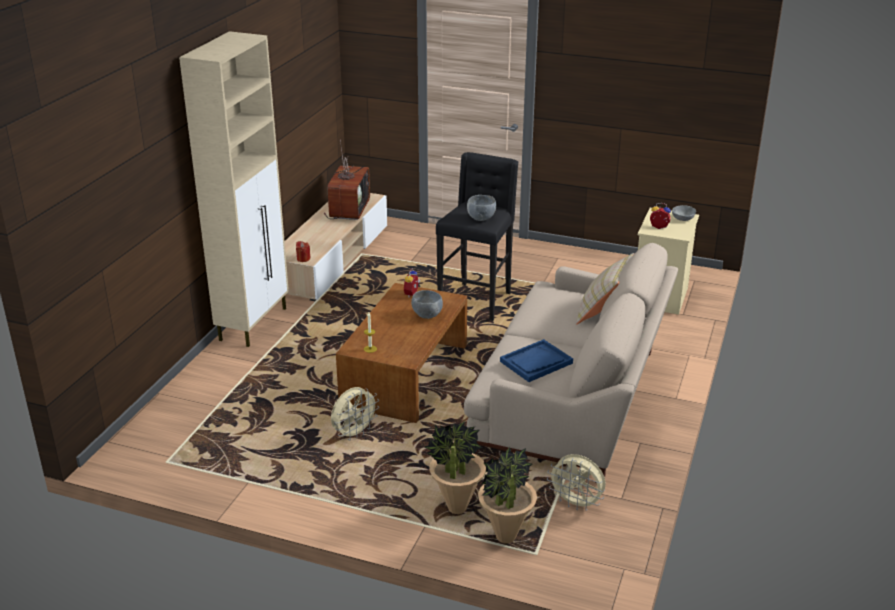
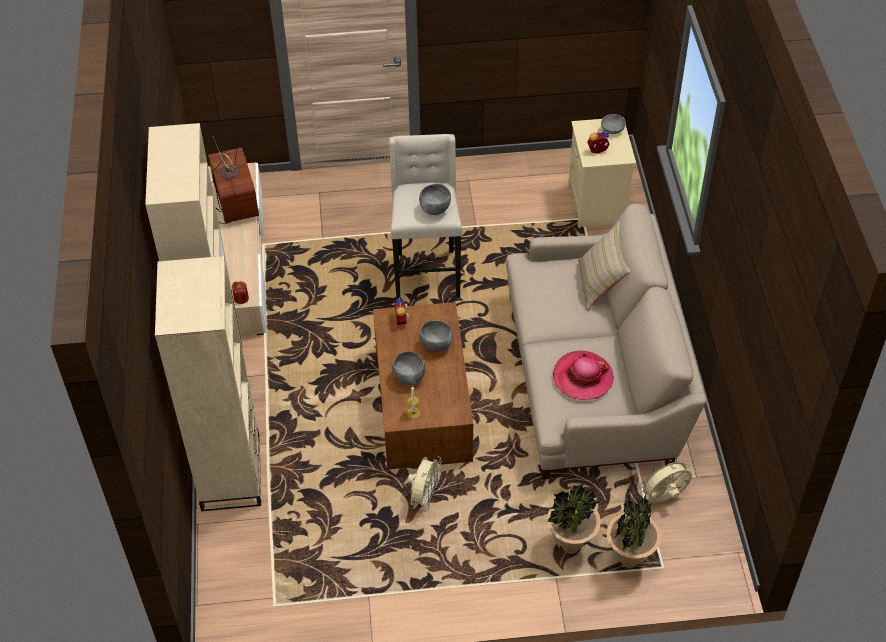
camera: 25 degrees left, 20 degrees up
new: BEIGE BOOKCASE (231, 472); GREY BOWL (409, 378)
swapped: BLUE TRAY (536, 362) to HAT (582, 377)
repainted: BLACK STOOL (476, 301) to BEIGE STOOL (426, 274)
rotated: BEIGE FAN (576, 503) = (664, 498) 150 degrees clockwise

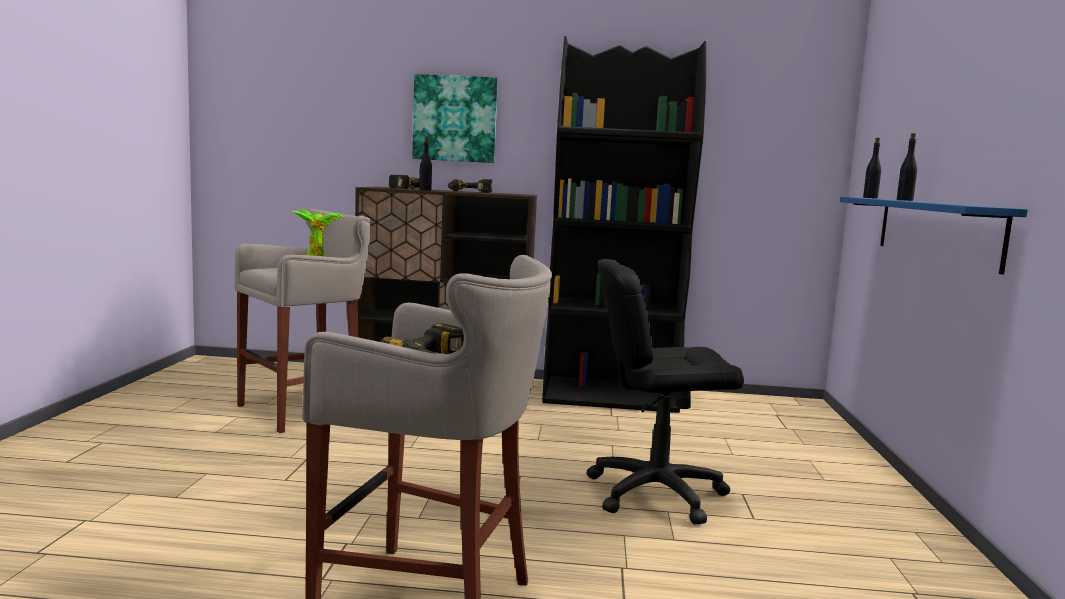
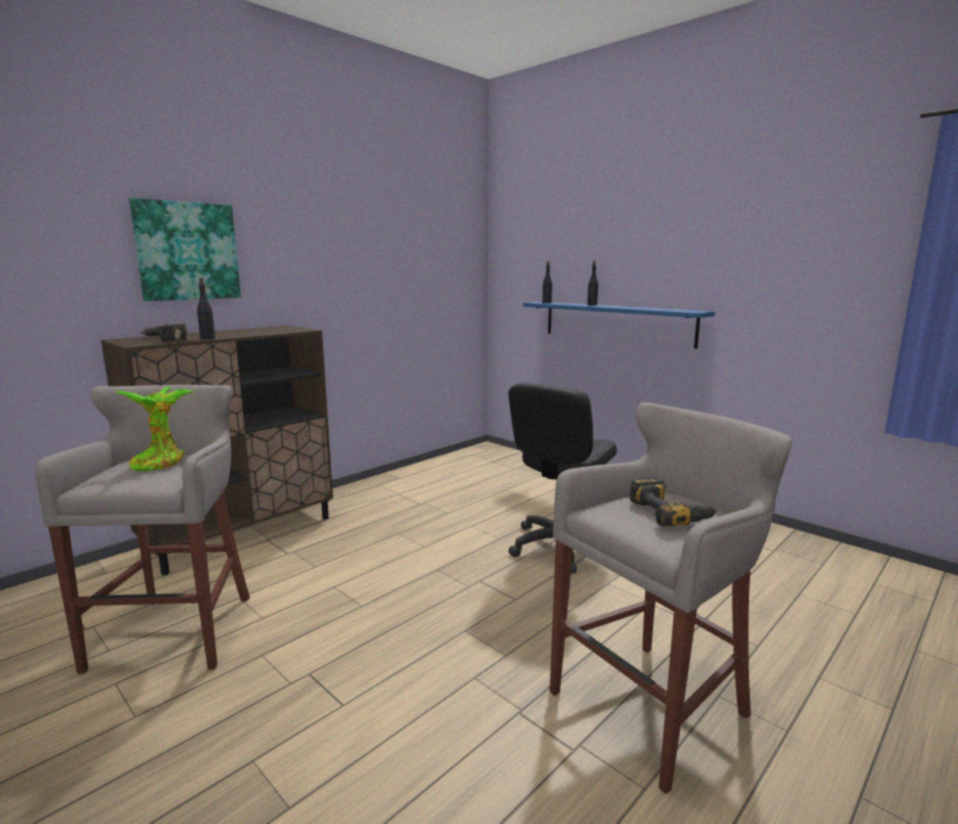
camera: 50 degrees left, 5 degrees up
gone: POWER DRILL (468, 191); BLACK BOOKCASE (611, 396)

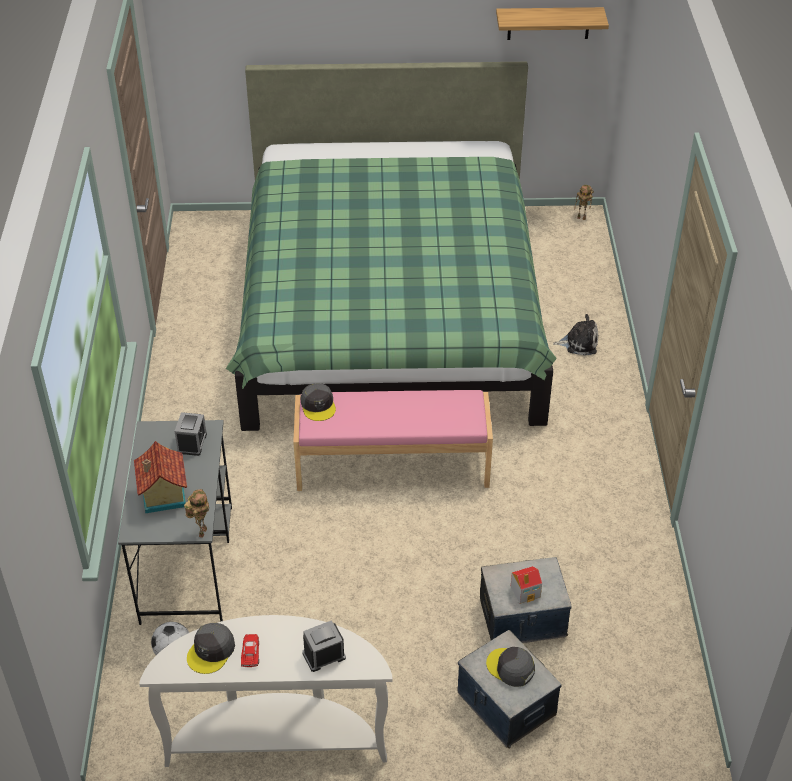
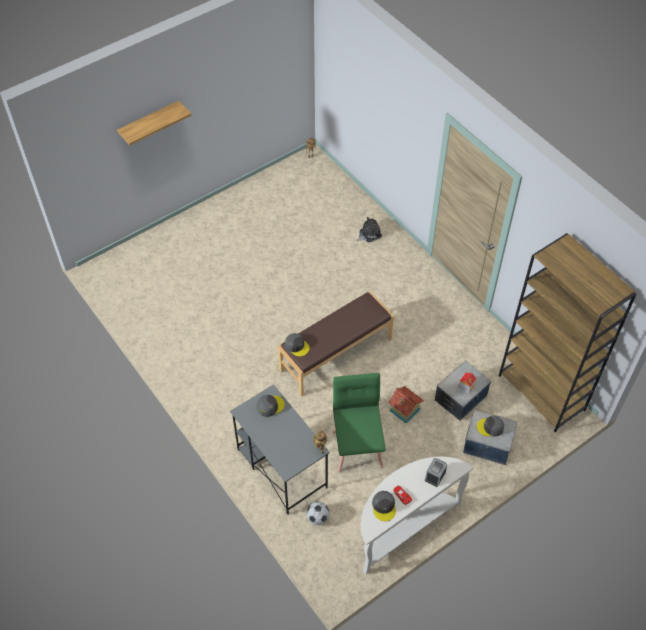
camera: 35 degrees left, 10 degrees up
gone: GREEN BED (389, 312)
new: GREEN CHAIR (357, 448); BROWN BOOKCASE (542, 393)
shifted: SHELF (548, 23) to (149, 123); TOY HOUSE (162, 495) to (404, 410)
swapped: ALARM CLOCK (192, 443) to GREY CAP (270, 406)
repainted: PINK BENCH (392, 464) to BROWN BENCH (335, 354)

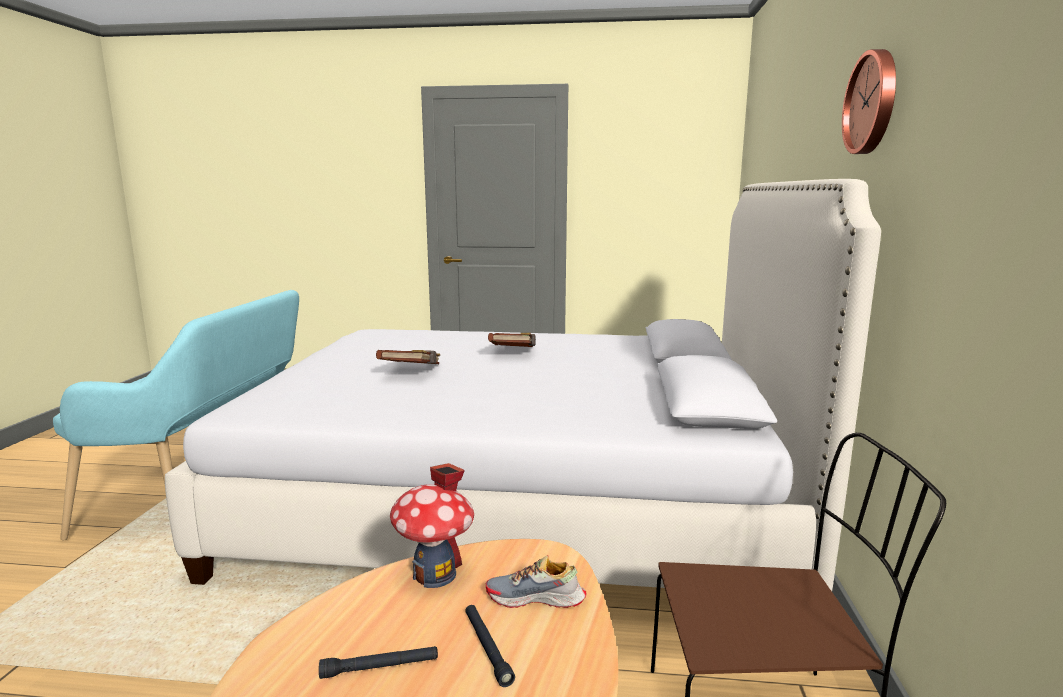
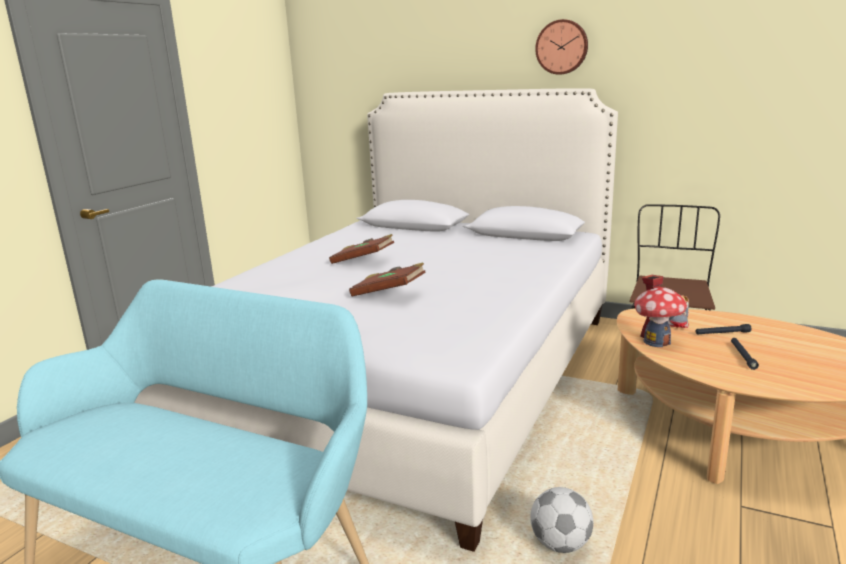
camera: 70 degrees left, 5 degrees up
new: FOOTBALL (560, 544)

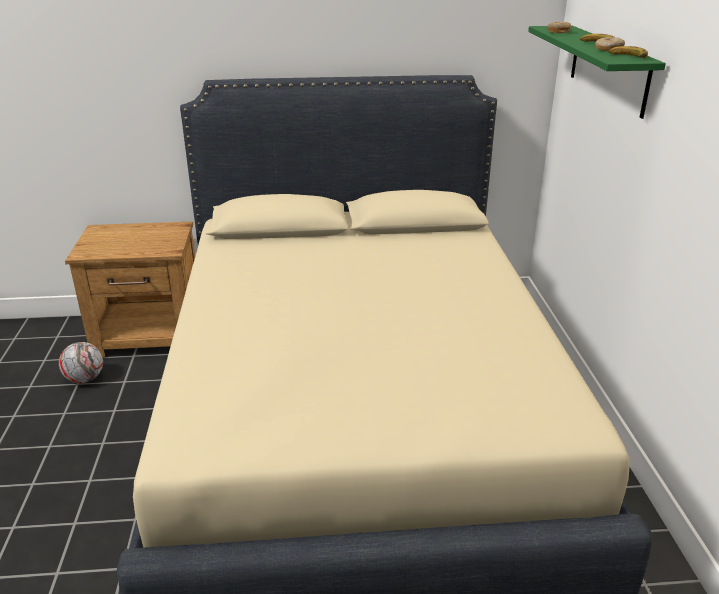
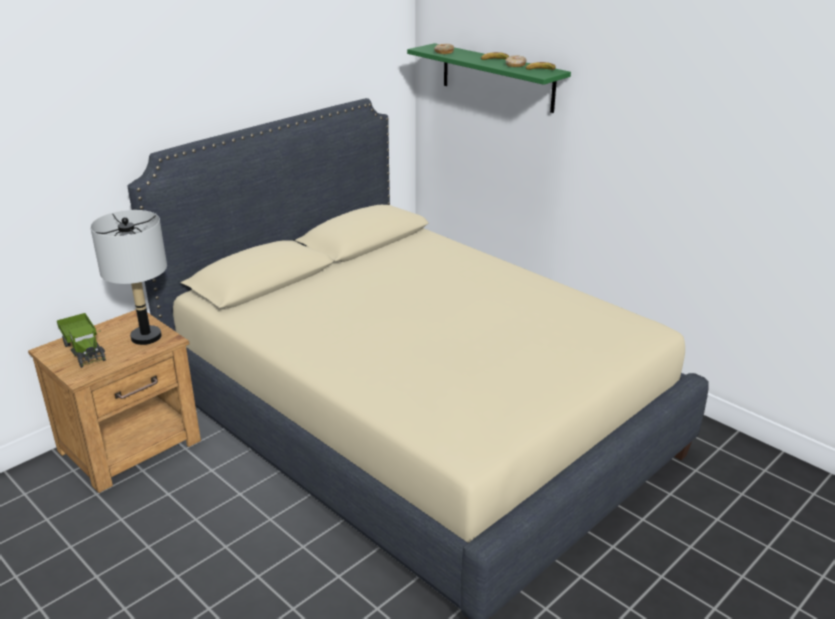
camera: 40 degrees left, 0 degrees up
gone: FOOTBALL (85, 379)
new: TOY TRUCK (84, 349); GREY TABLE LAMP (146, 337)

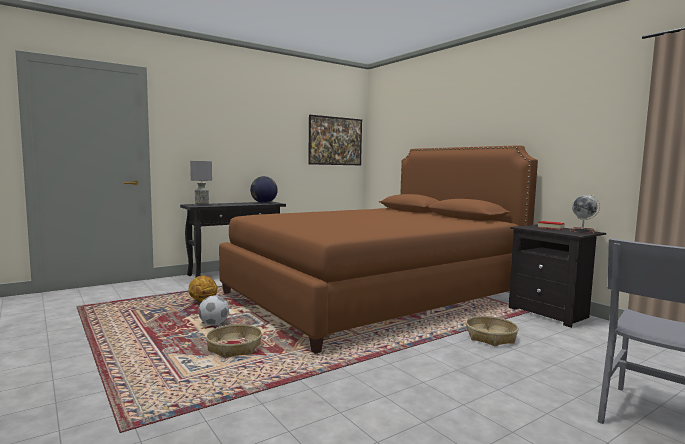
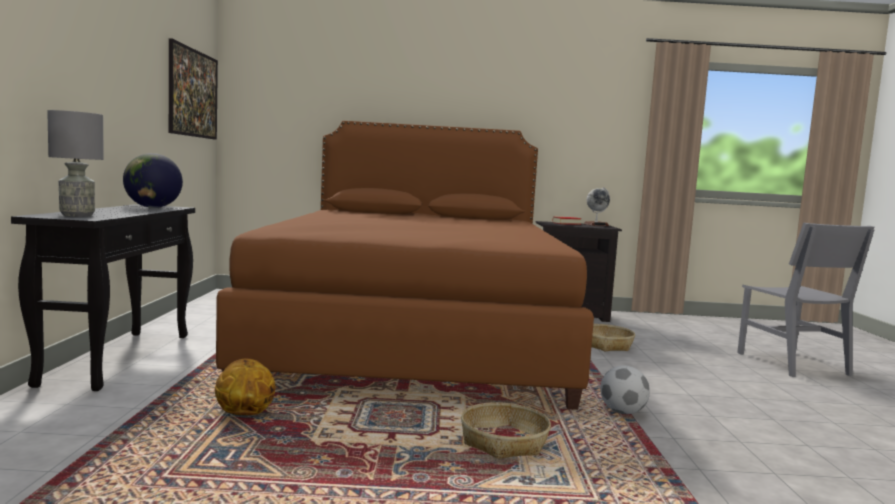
camera: 55 degrees left, 0 degrees up
shifted: FOOTBALL (214, 324) to (622, 412)

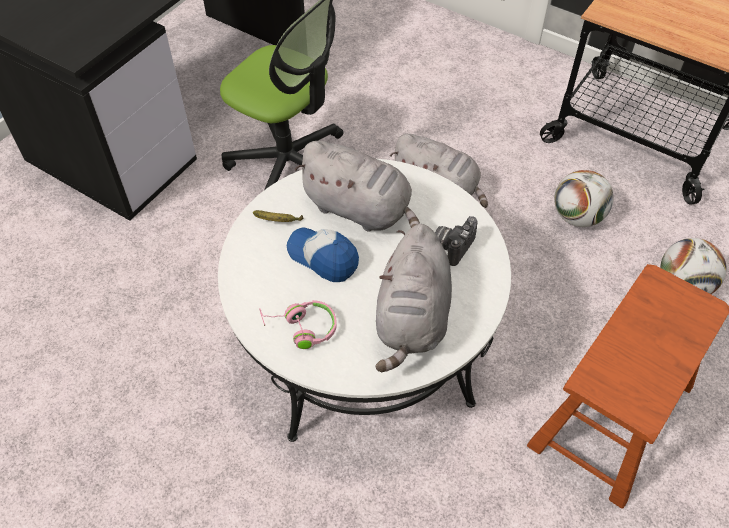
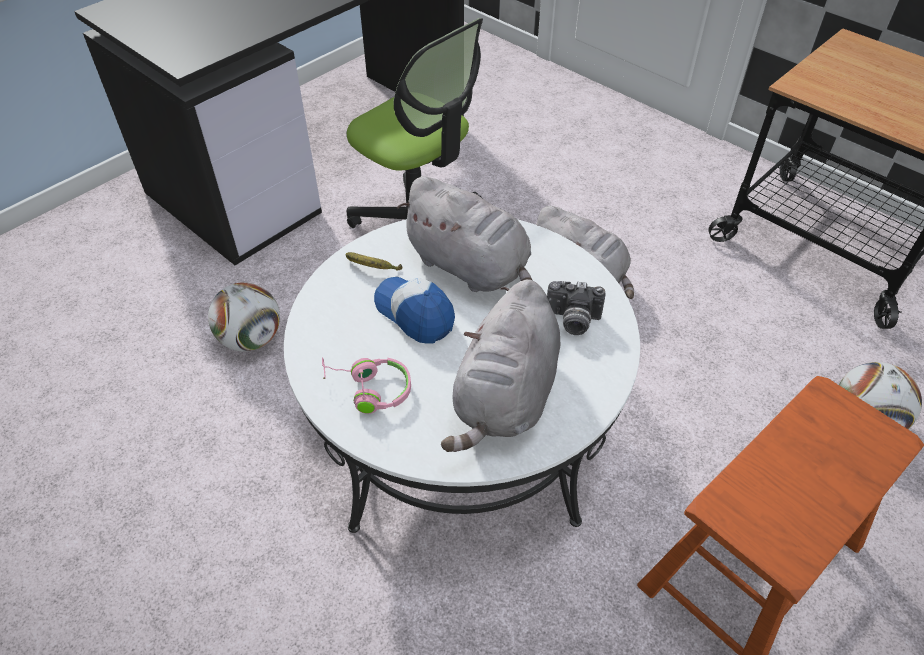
camera: 10 degrees right, 5 degrees down
shifted: FOOTBALL (577, 216) to (251, 339)
rotated: PHOTO CAMERA (452, 246) = (572, 321) 120 degrees counterclockwise

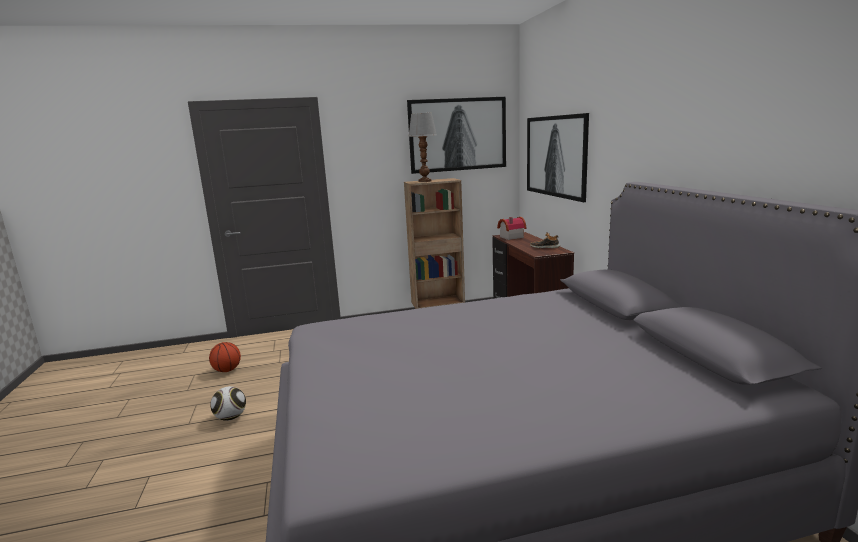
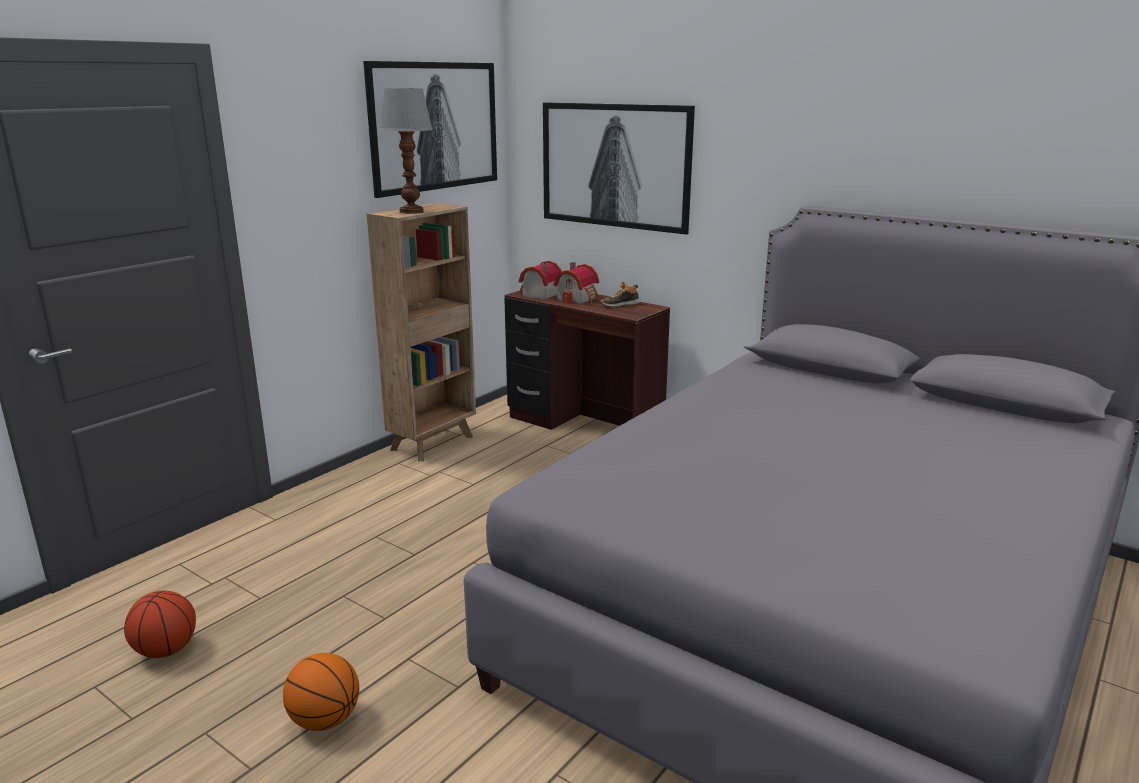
camera: 40 degrees left, 5 degrees up
new: TOY HOUSE (579, 299)
swapped: FOOTBALL (231, 417) to BASKETBALL (325, 720)

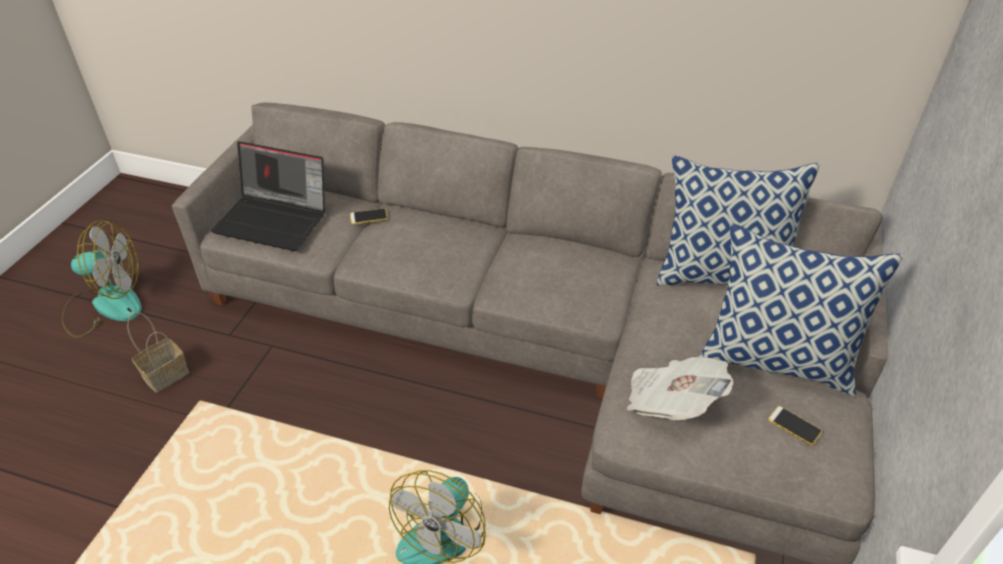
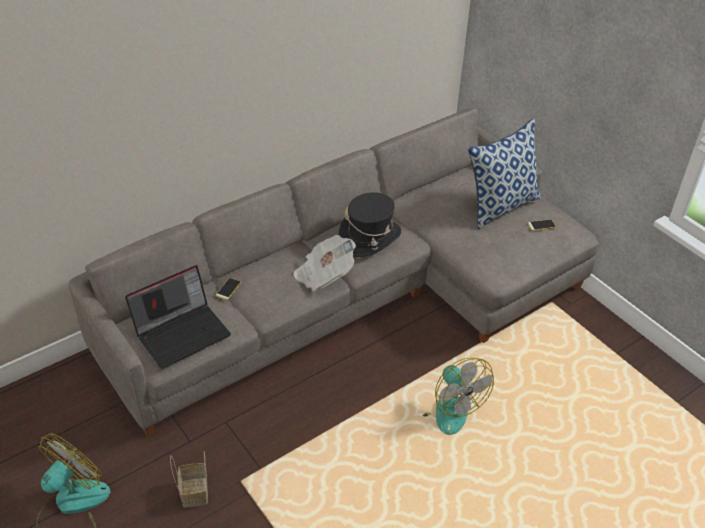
camera: 55 degrees left, 0 degrees up
gone: PILLOW (722, 275)
new: BLACK HAT (369, 238)
shifted: NEWSPAPER (671, 402) to (324, 274)

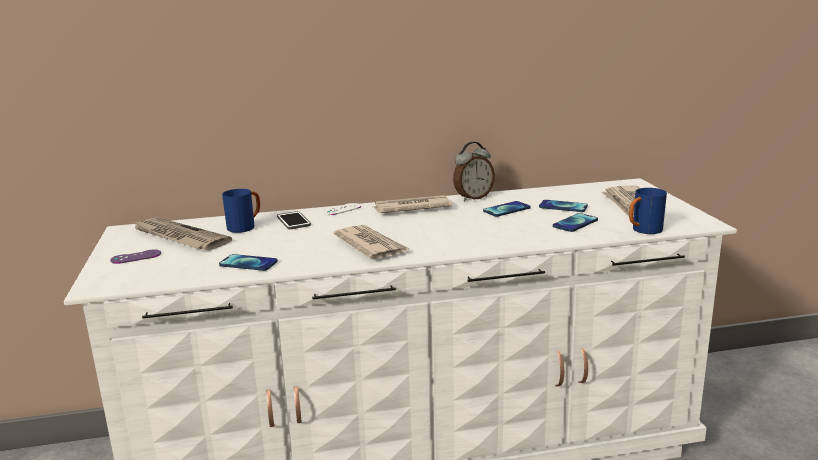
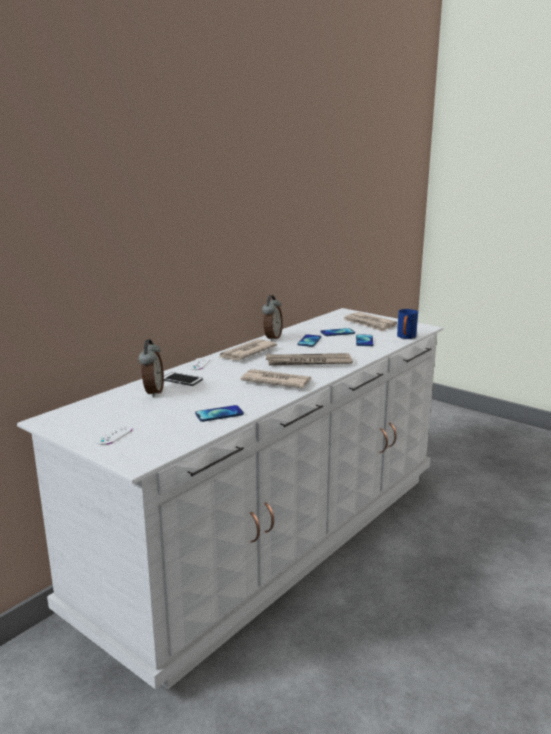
camera: 40 degrees left, 0 degrees up
shifted: NEWSPAPER (178, 237) to (308, 362)
swapped: BLUE MUG (245, 227) to ALARM CLOCK (152, 392)
repainted: PURPLE GAME CONTROLLER (136, 257) to WHITE GAME CONTROLLER (114, 435)

